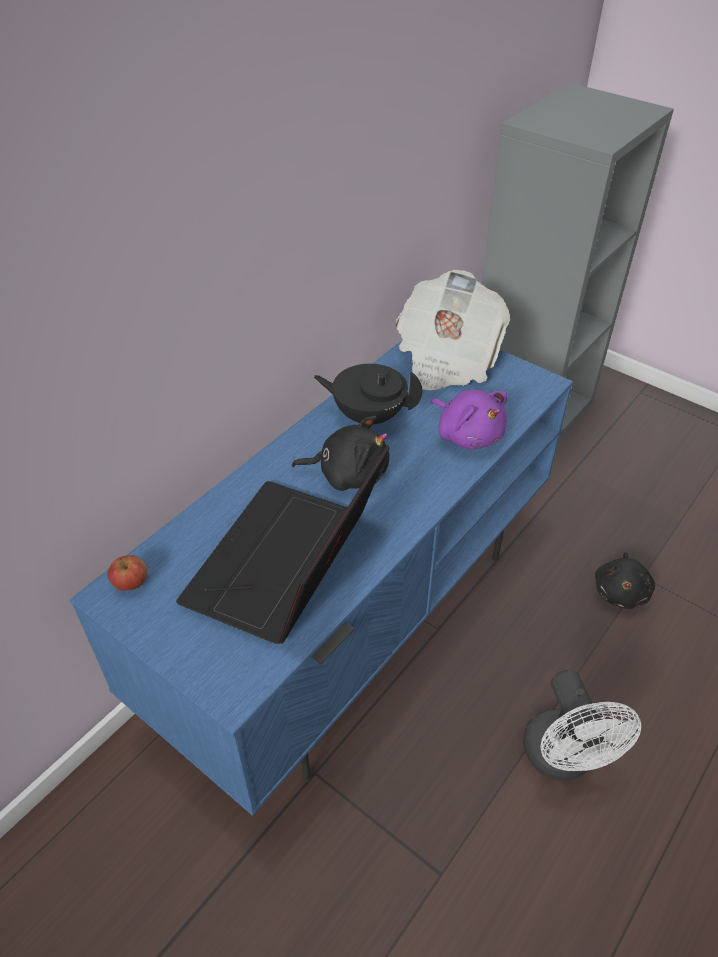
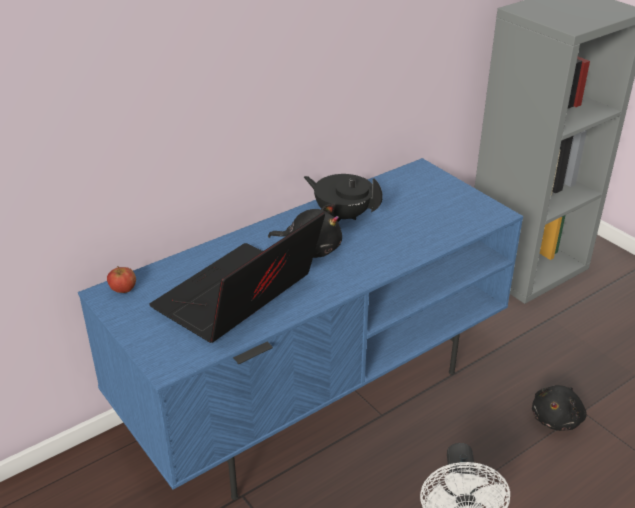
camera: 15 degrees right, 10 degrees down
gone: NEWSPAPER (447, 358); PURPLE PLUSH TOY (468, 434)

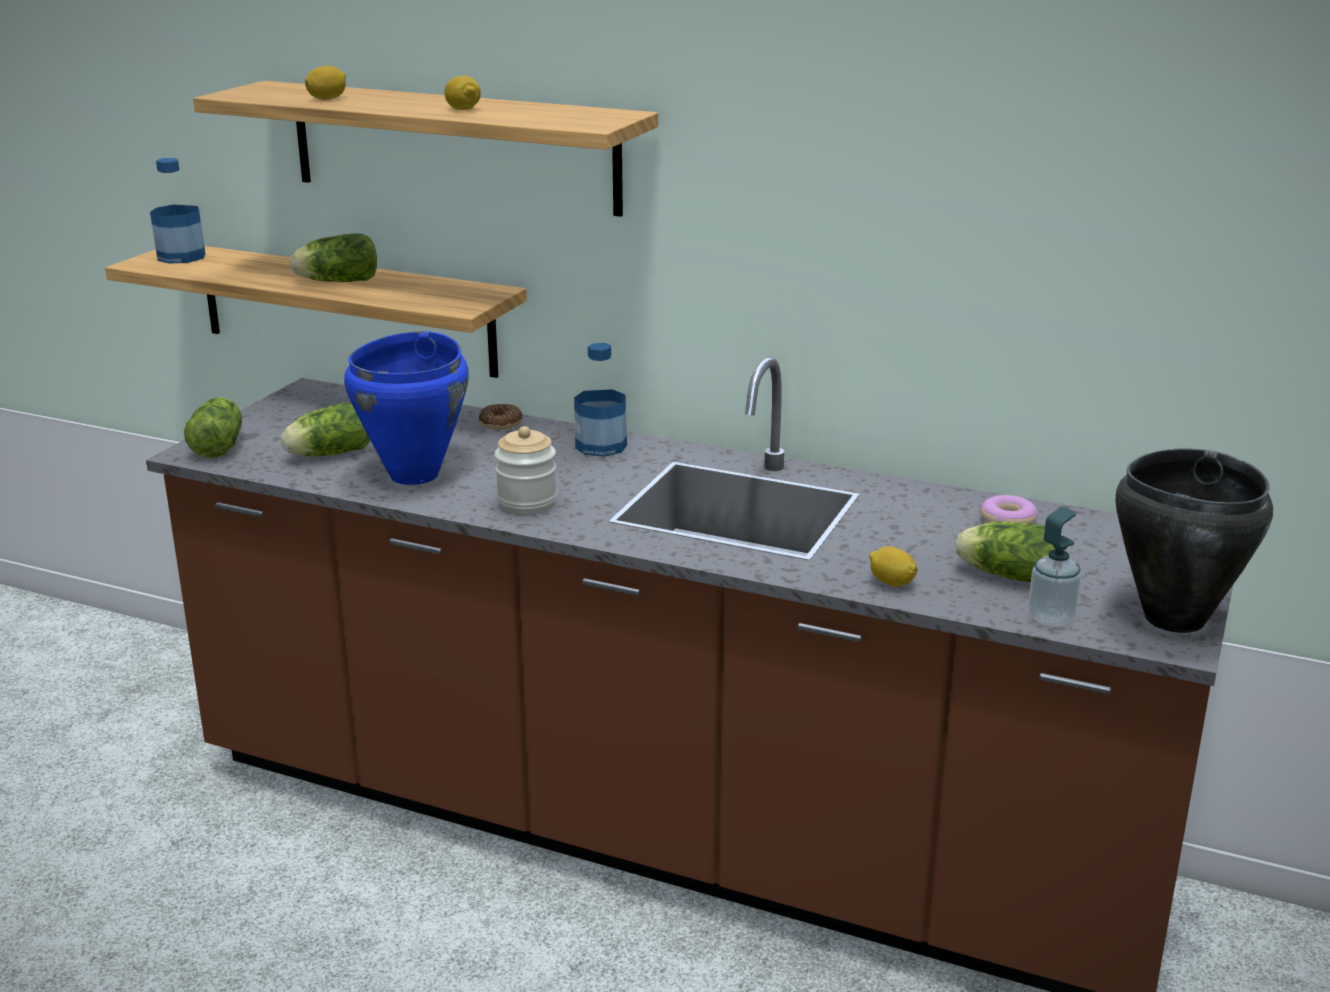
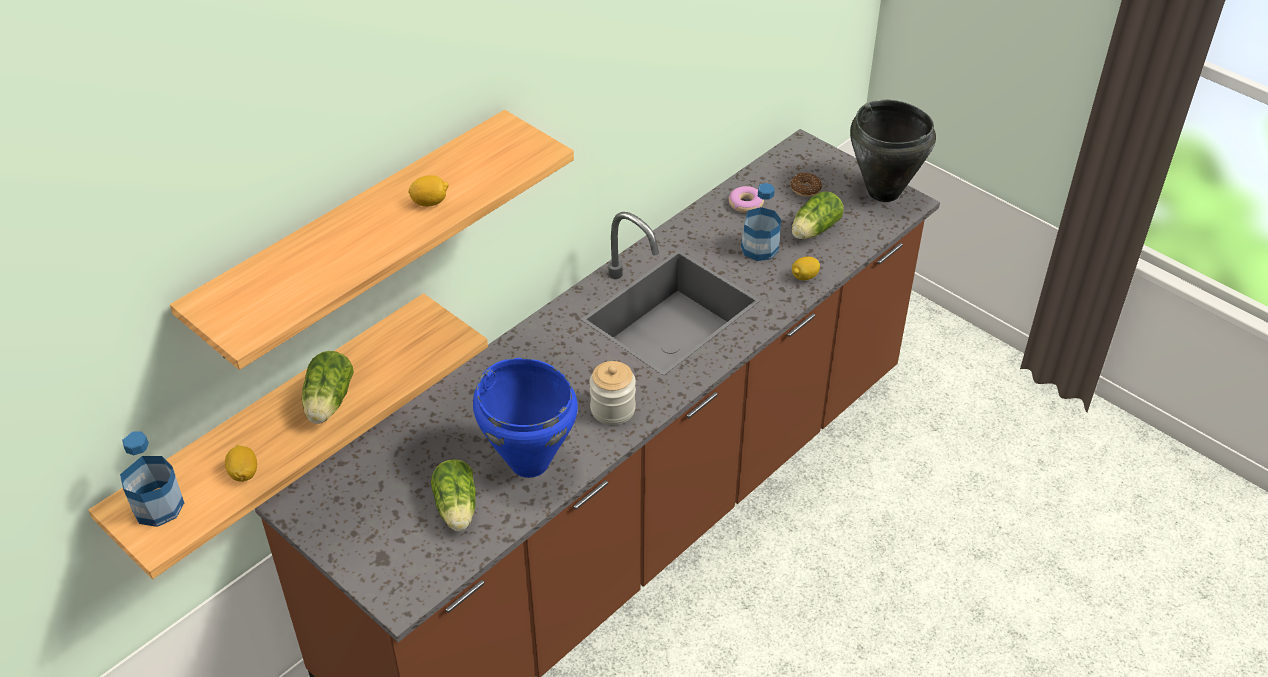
camera: 70 degrees left, 20 degrees up
gone: LETTUCE (220, 445); SOAP DISPENSER (1051, 618)
shifted: LEMON (327, 99) to (244, 473); BOTTLE (601, 446) to (759, 248); DONUT (501, 424) to (805, 189)

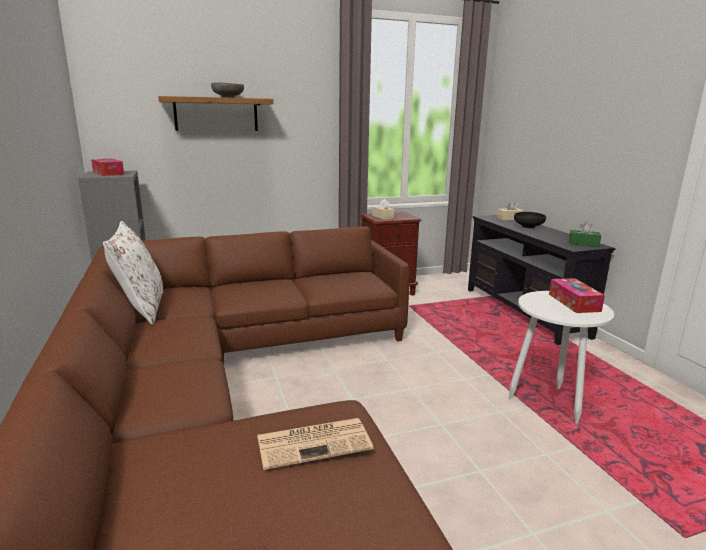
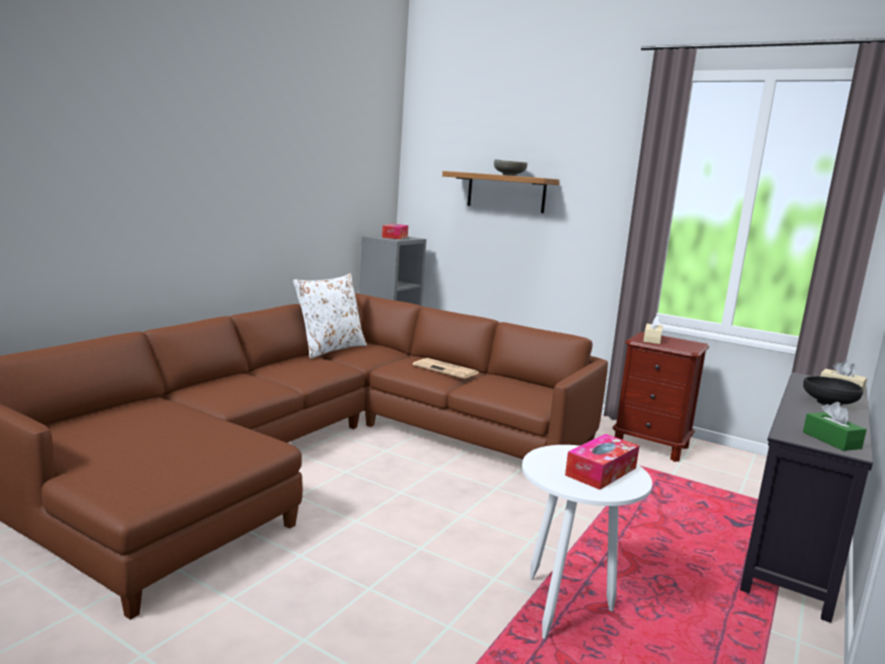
camera: 50 degrees right, 5 degrees down
shifted: NEWSPAPER (315, 442) to (447, 369)

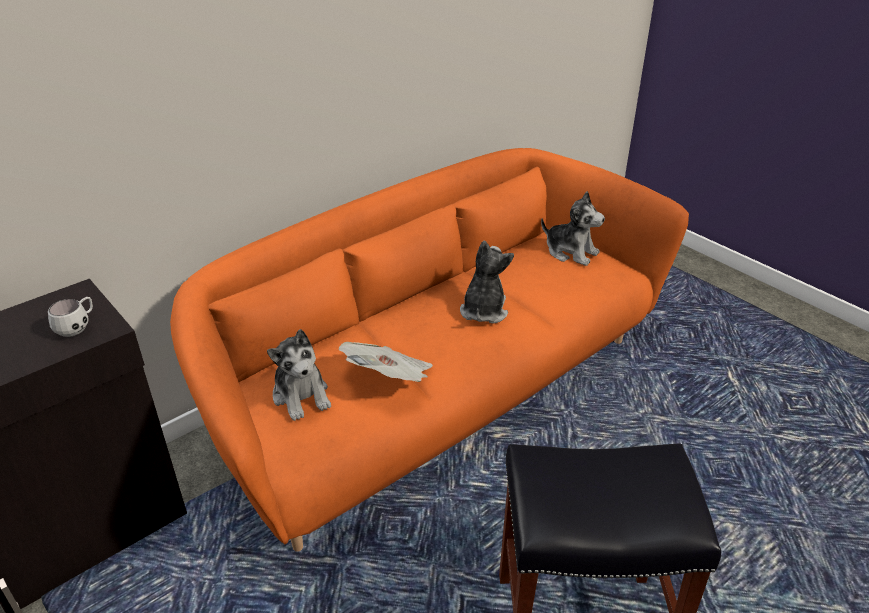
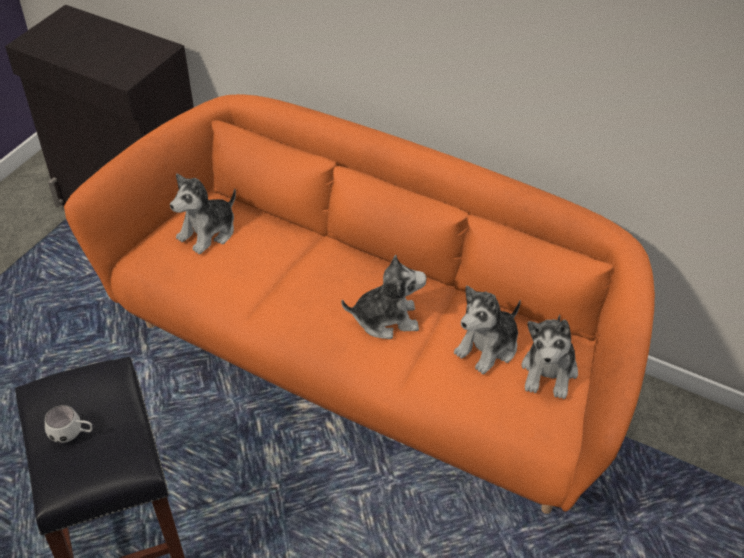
camera: 70 degrees right, 10 degrees up
gone: NEWSPAPER (389, 379)
new: PLUSH TOY (488, 347)
shifted: WHITE MUG (77, 327) to (72, 434)

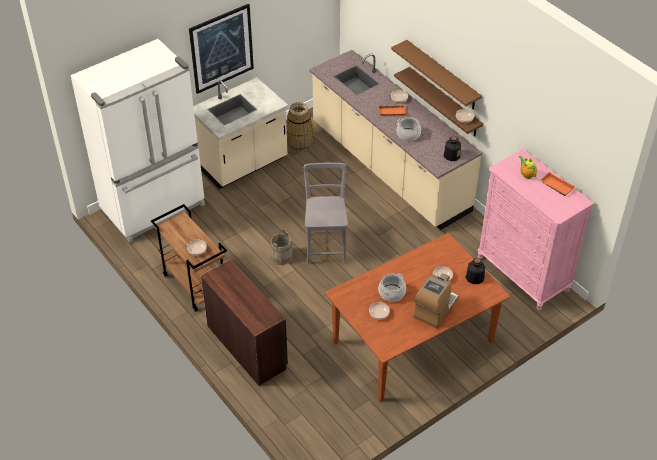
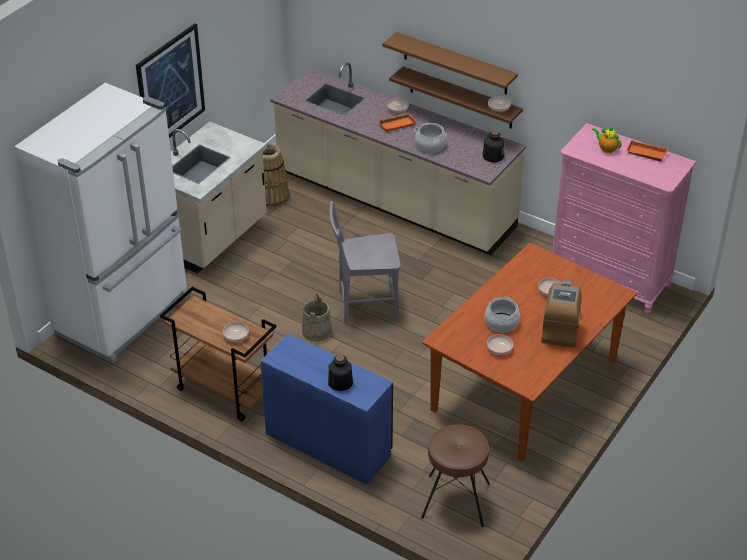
camera: 20 degrees left, 5 degrees down
new: BROWN STOOL (455, 500)
shifted: BOTTLE (474, 278) to (340, 383)
repainted: BROWN DESK (247, 346) to BLUE DESK (328, 443)
rotated: GREY CHAIR (326, 245) = (364, 305) 75 degrees counterclockwise

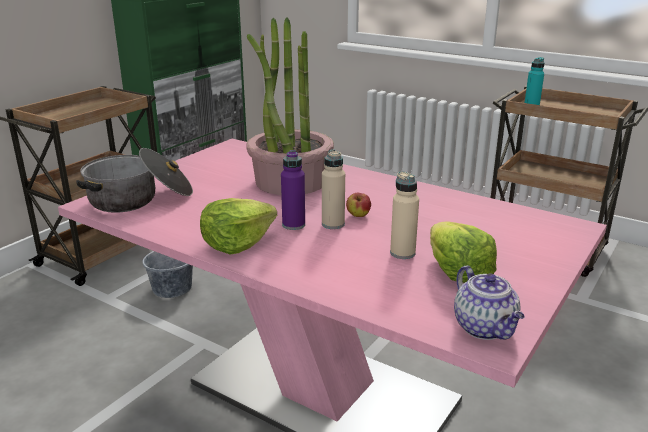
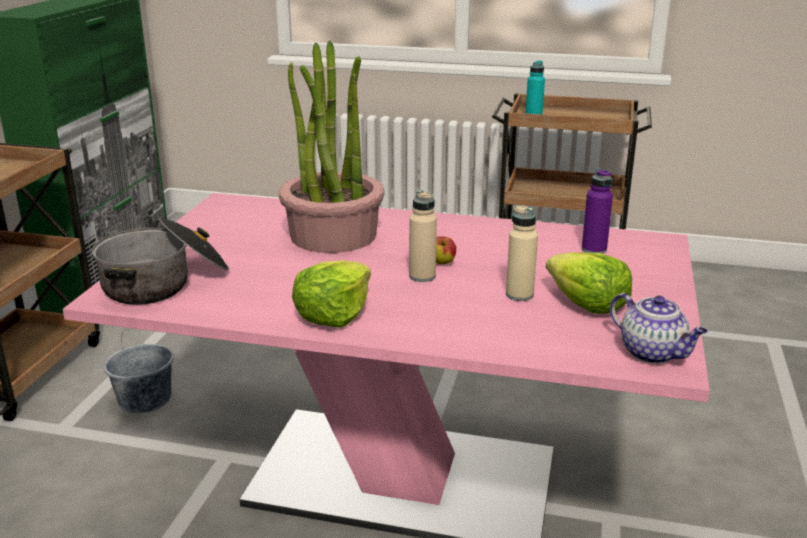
camera: 20 degrees left, 0 degrees up
shifted: PURPLE BOTTLE (293, 225) to (594, 250)

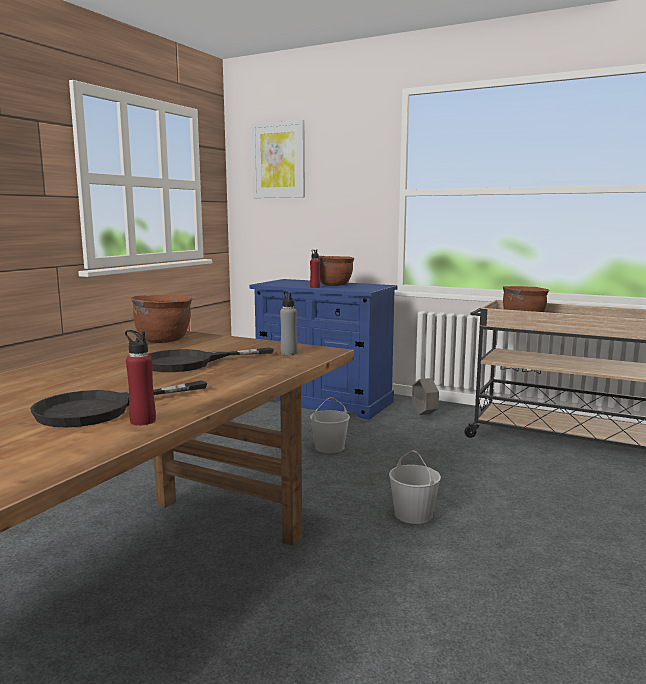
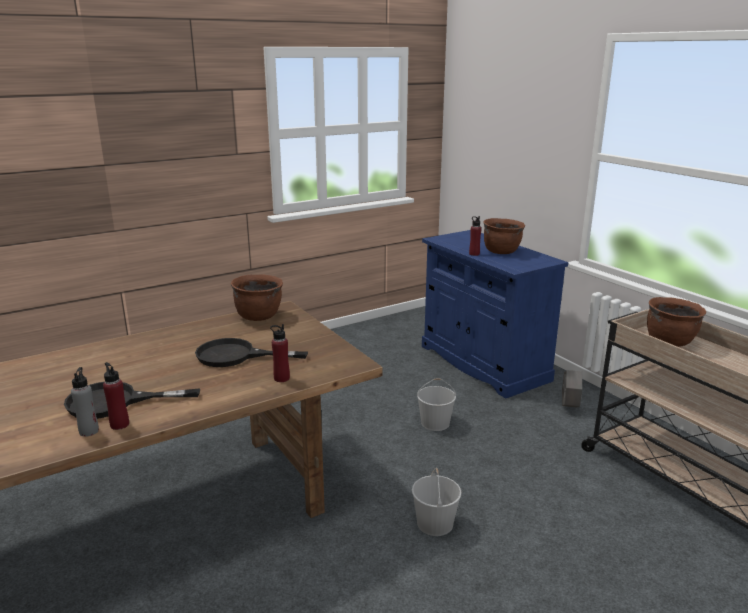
camera: 30 degrees right, 10 degrees up
gone: PICTURE (279, 160)
new: RED BOTTLE (281, 378)
shifted: GREY BOTTLE (289, 353) to (89, 431)

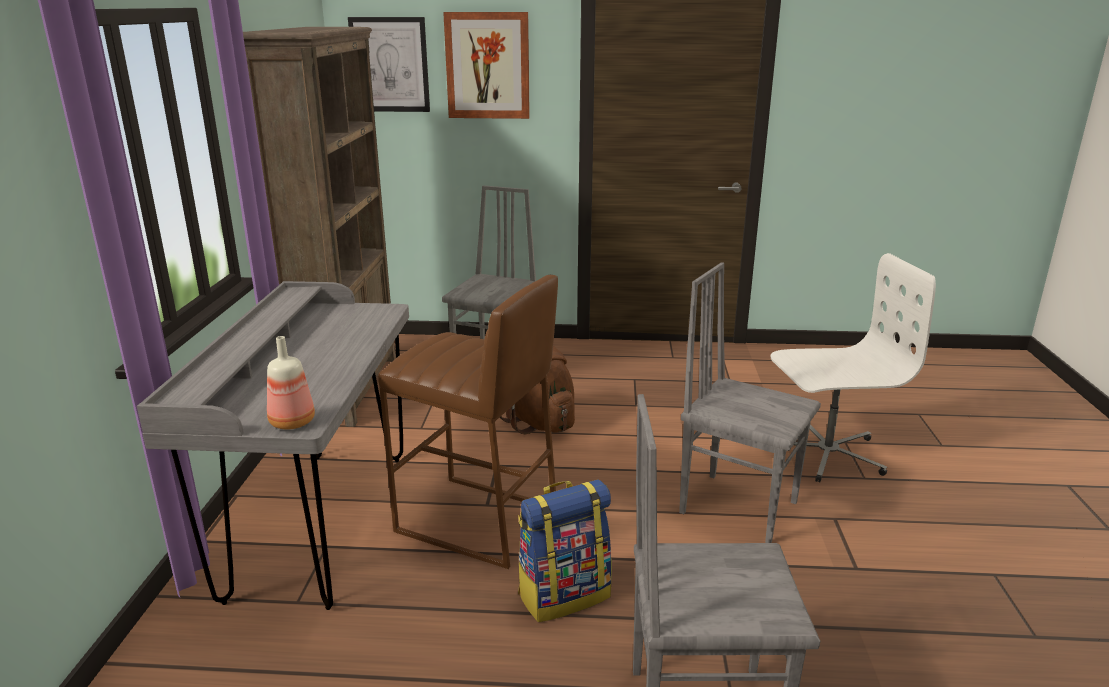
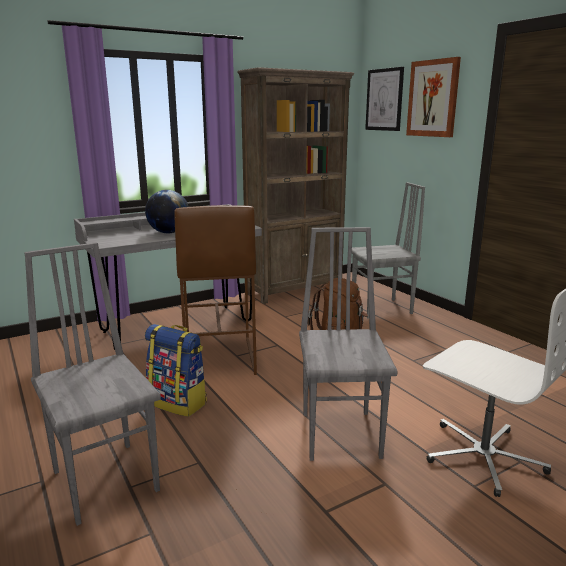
camera: 55 degrees right, 5 degrees down
gone: BOTTLE (291, 422)
new: GLOBE (169, 233)

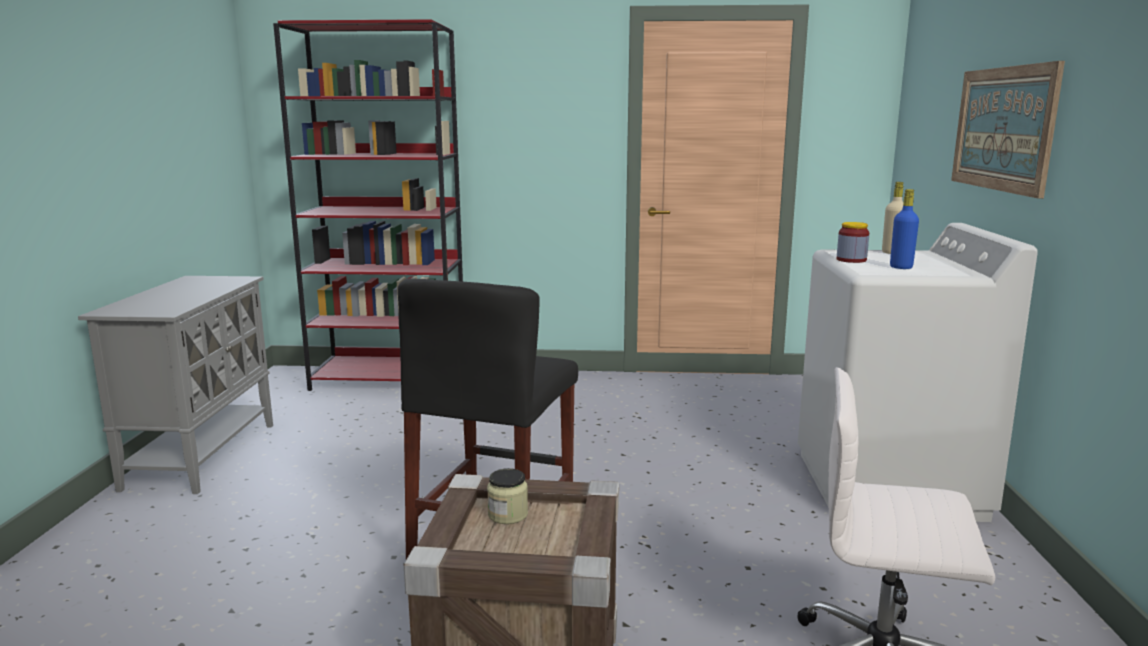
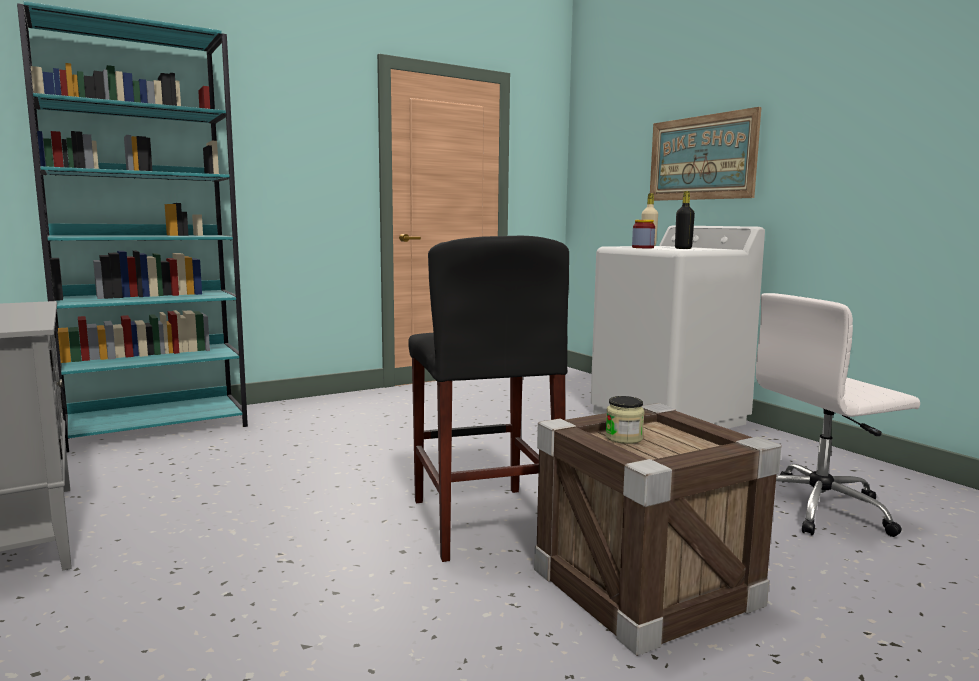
camera: 35 degrees left, 5 degrees down
repainted: RED BOOKCASE (391, 379) to TURQUOISE BOOKCASE (158, 427); BLUE BOTTLE (901, 267) to BLACK BOTTLE (683, 248)

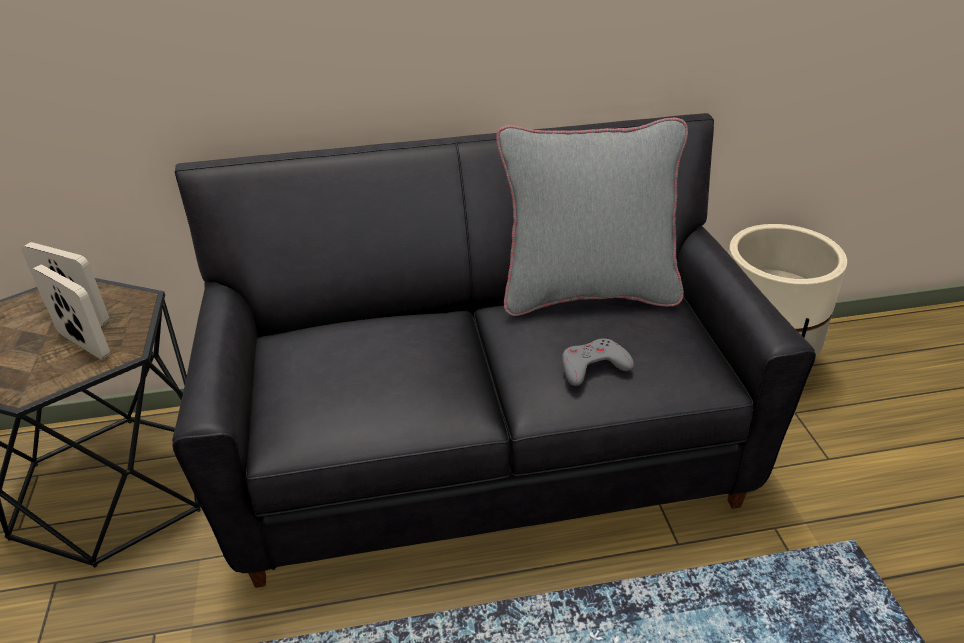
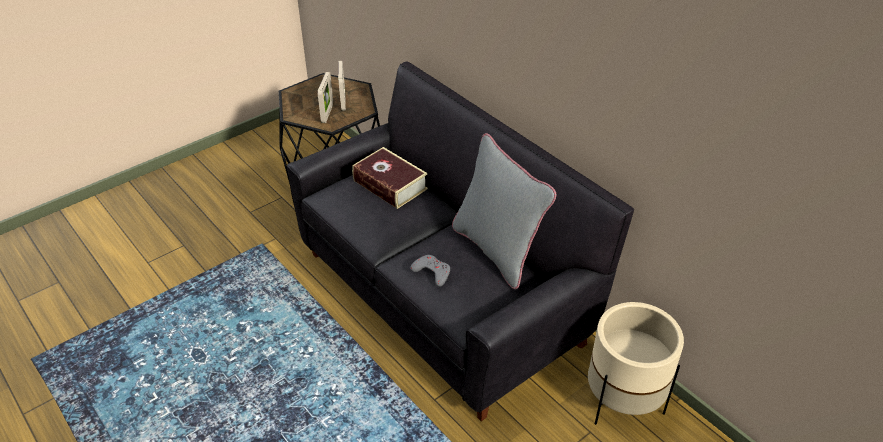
camera: 60 degrees right, 5 degrees up
new: BOOK (390, 185)

